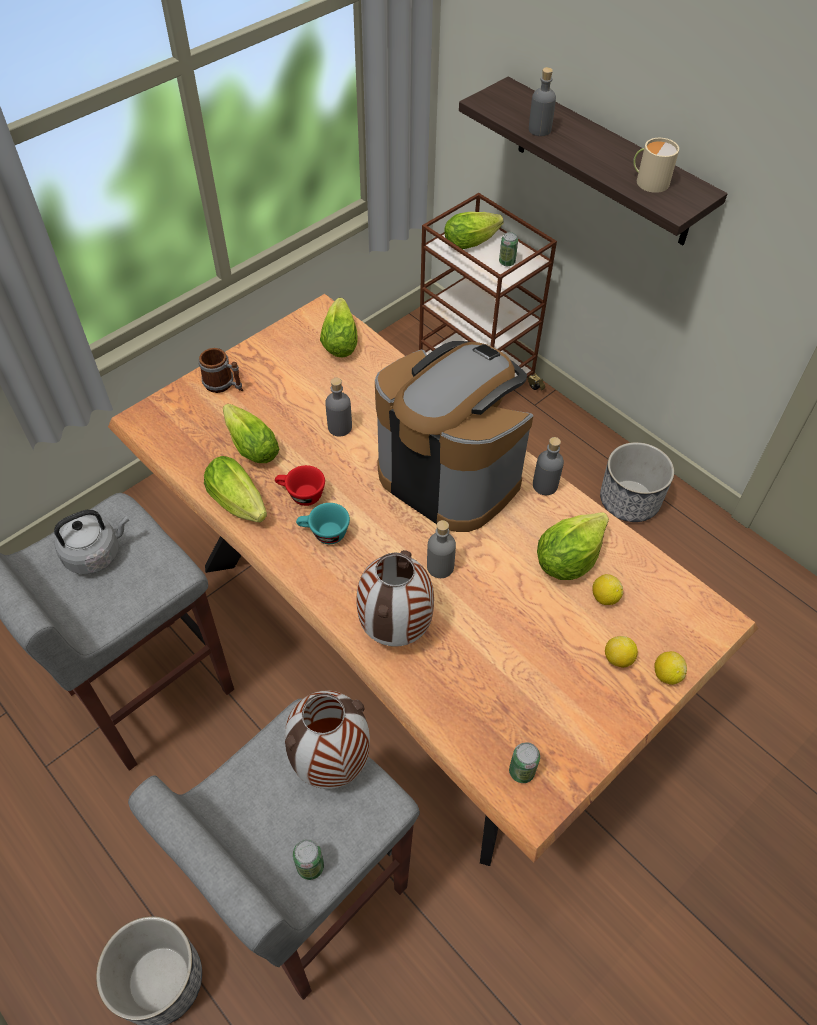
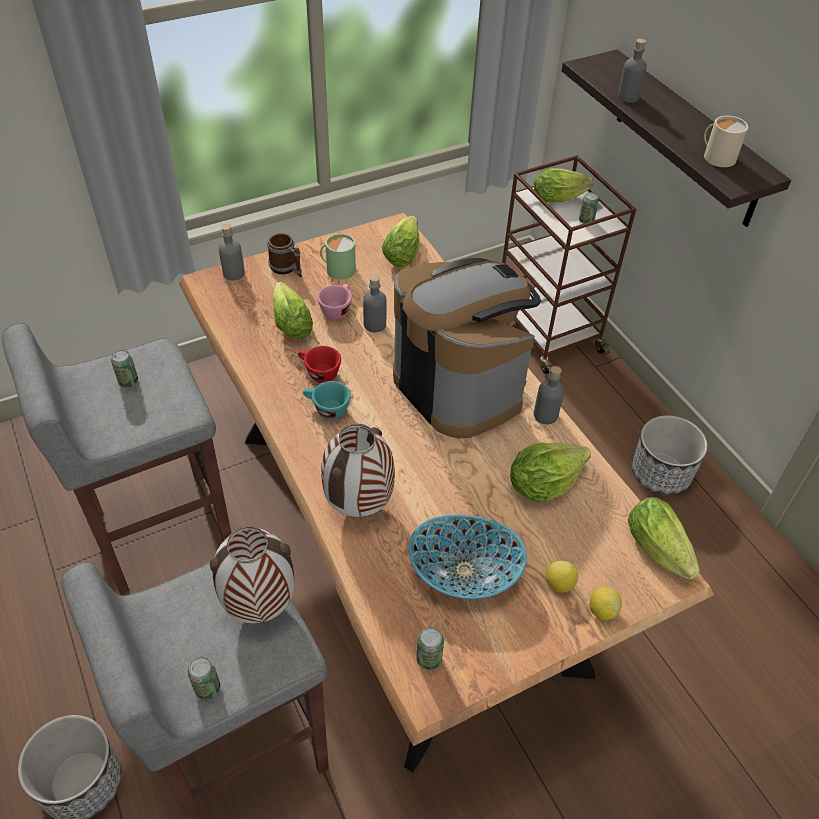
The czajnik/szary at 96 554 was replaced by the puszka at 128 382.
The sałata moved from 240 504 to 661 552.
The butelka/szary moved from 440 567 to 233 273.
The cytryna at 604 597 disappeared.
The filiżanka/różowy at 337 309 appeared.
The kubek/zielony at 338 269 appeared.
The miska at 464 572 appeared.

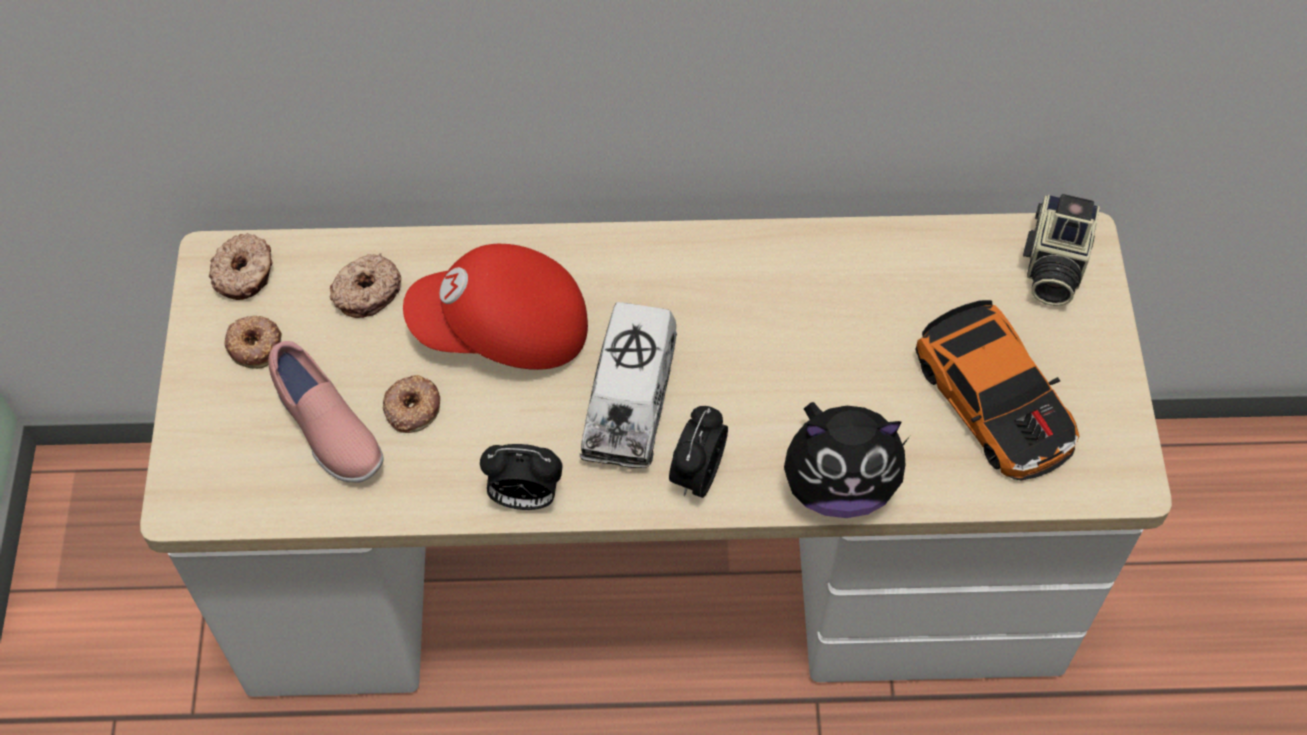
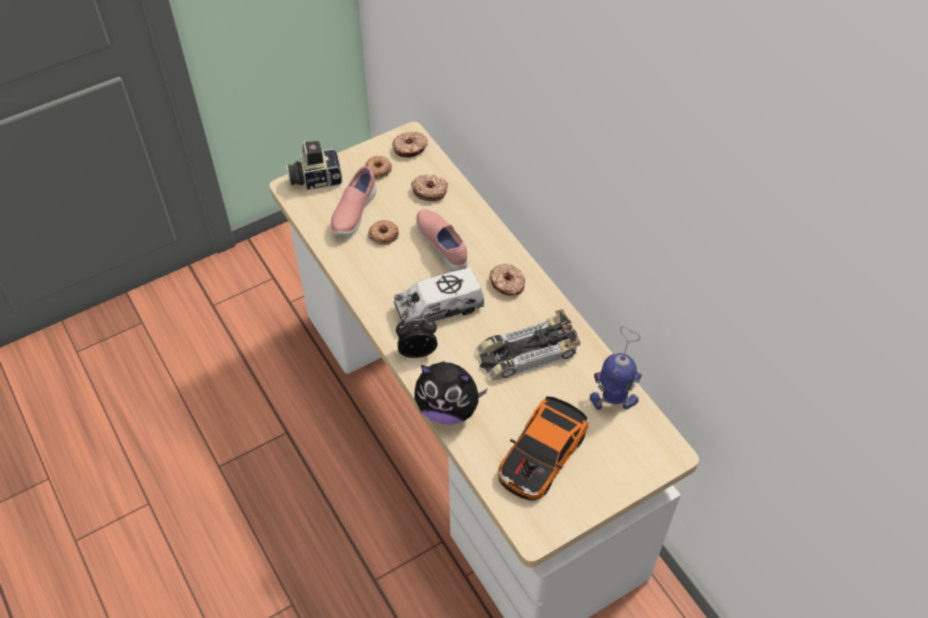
The czapka z daszkiem/czerwony at 503 331 was replaced by the but/różowy at 443 246.
The budzik at 524 497 disappeared.
The pluszak at 838 486 turned 45 degrees counterclockwise.
The aparat fotograficzny moved from 1052 266 to 315 178.
The samochodzik at 526 353 appeared.
The donut at 507 284 appeared.
The robot zabawkowy at 614 401 appeared.

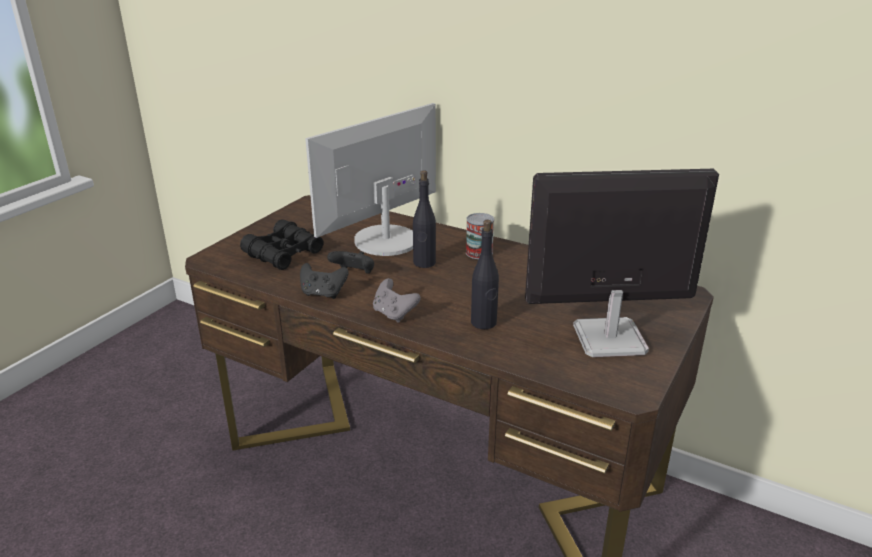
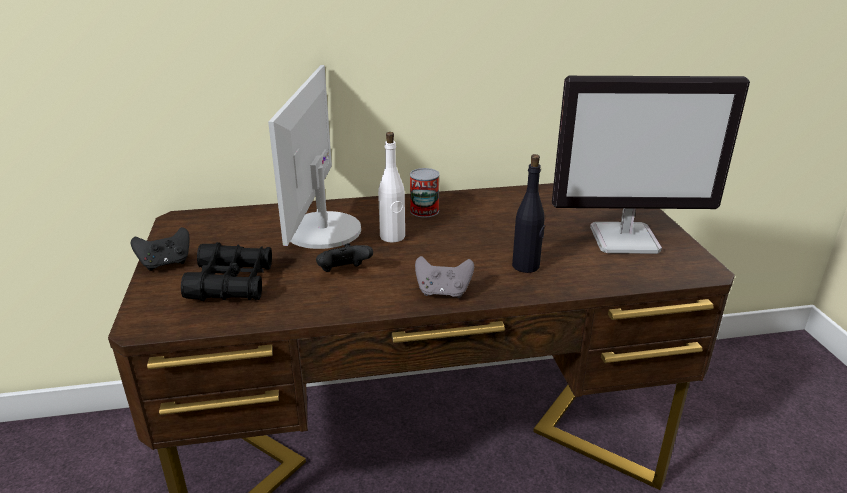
The pad do gier/czarny moved from 323 294 to 166 263.
The butelka/czarny at 424 263 became the butelka/biały at 392 237.
The monitor at 608 339 turned 135 degrees counterclockwise.

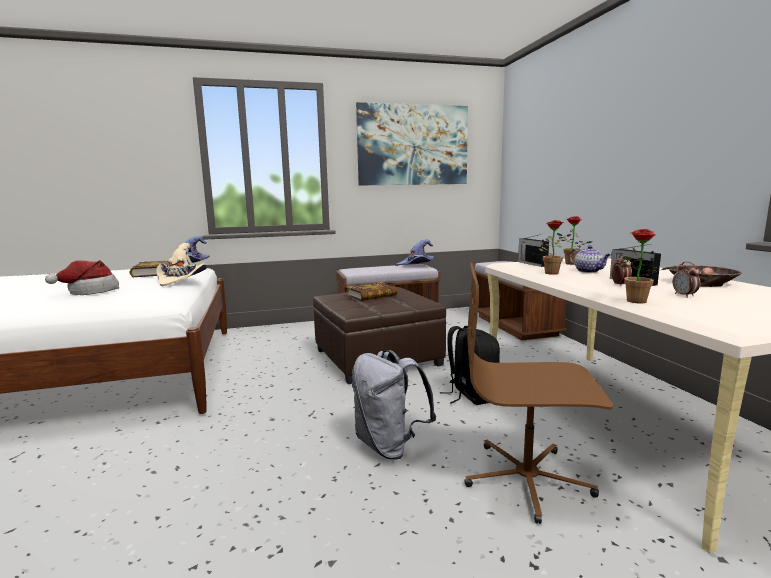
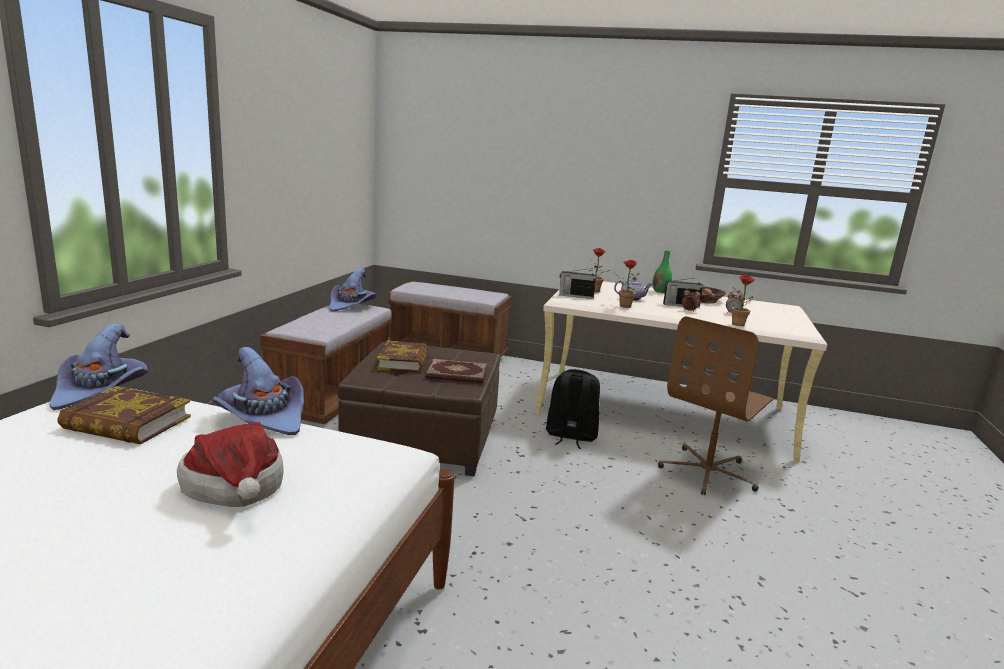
The kapelusz/beżowy at 181 280 became the kapelusz/fioletowy at 263 416.
The plecak/szary at 389 446 disappeared.
The obraz at 413 145 disappeared.
The książka at 456 375 appeared.
The wazon/zielony at 660 291 appeared.

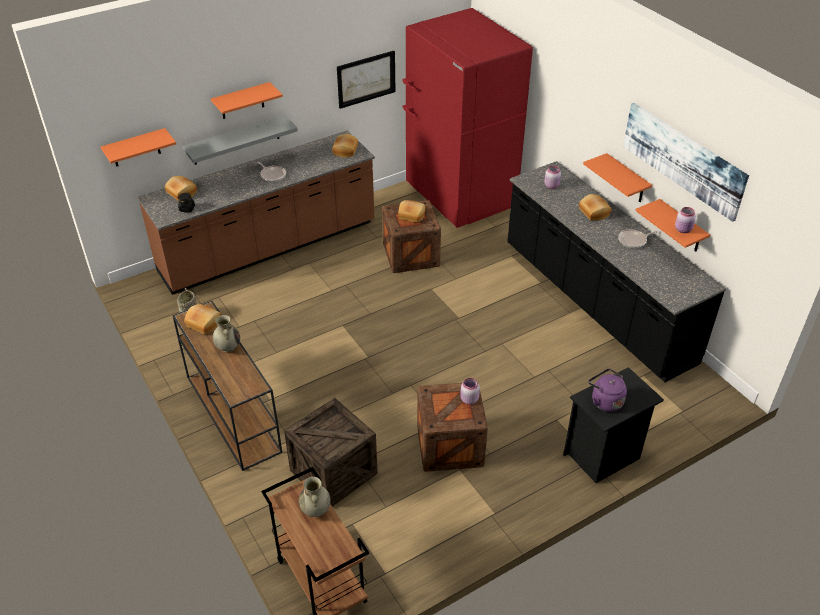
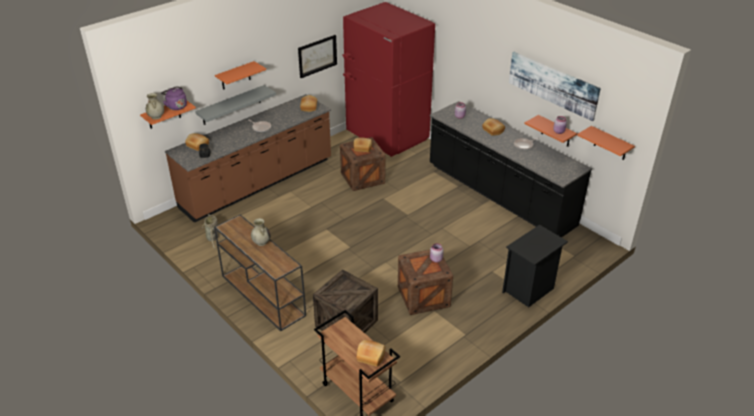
The chleb moved from 204 323 to 371 356.
The wazon/beżowy moved from 315 510 to 156 117.
The półka/pomarańczowy moved from 627 179 to 610 144.
The czajnik/fioletowy moved from 605 401 to 176 106.

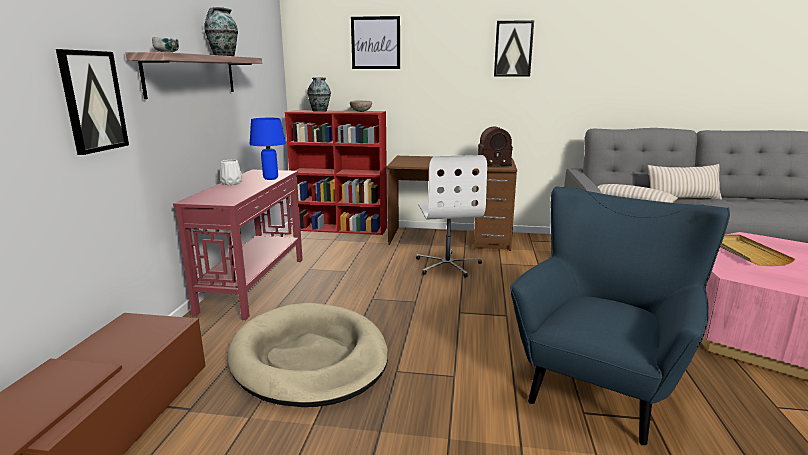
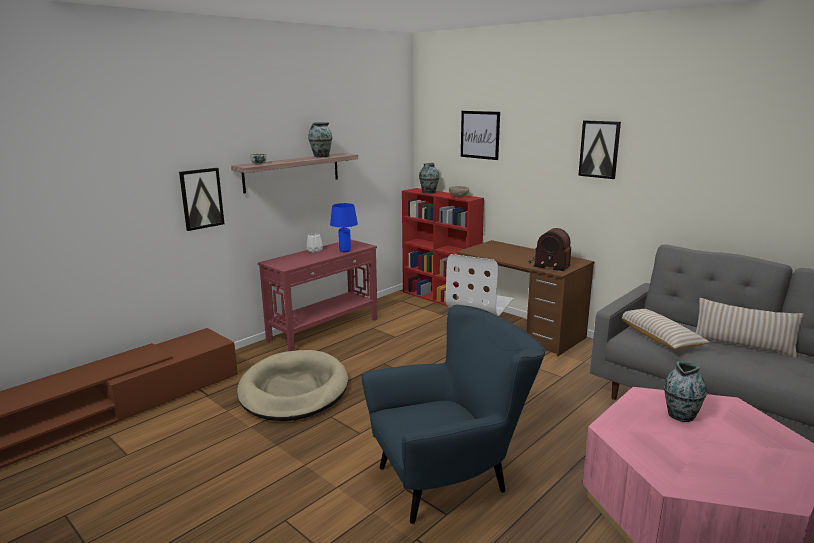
The taca/beżowy at 744 252 was replaced by the wazon at 681 415.

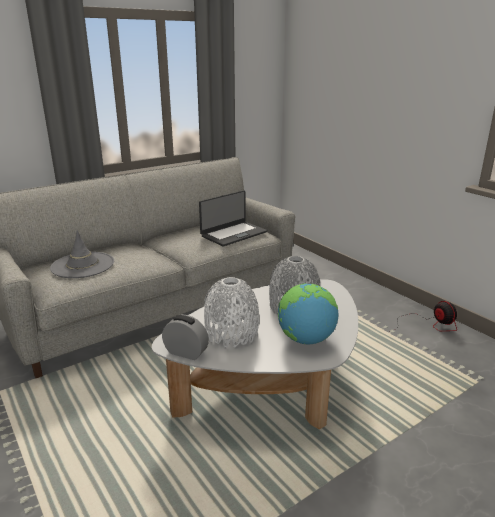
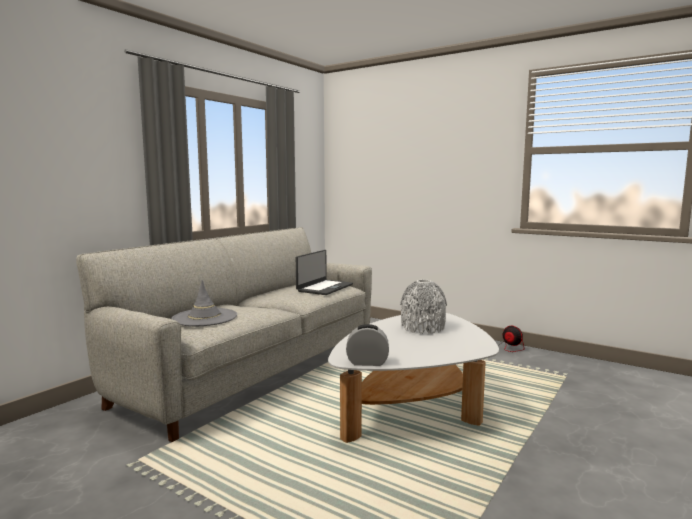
The wazon/biały at 231 333 disappeared.
The globus at 305 339 disappeared.

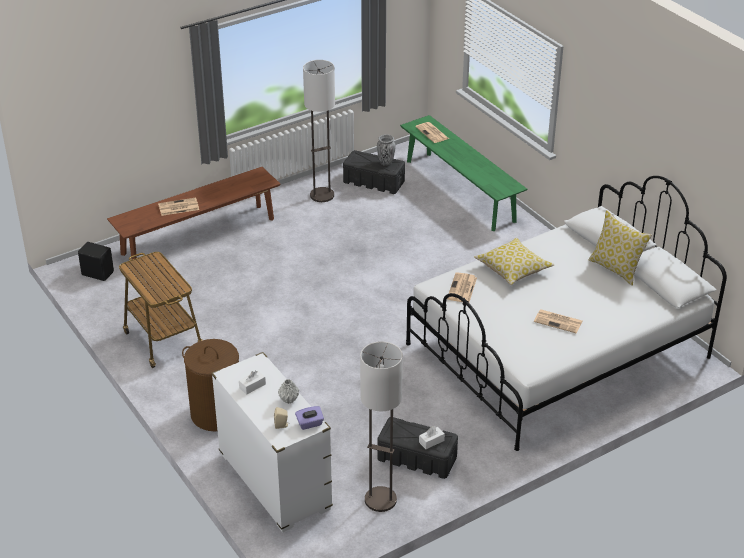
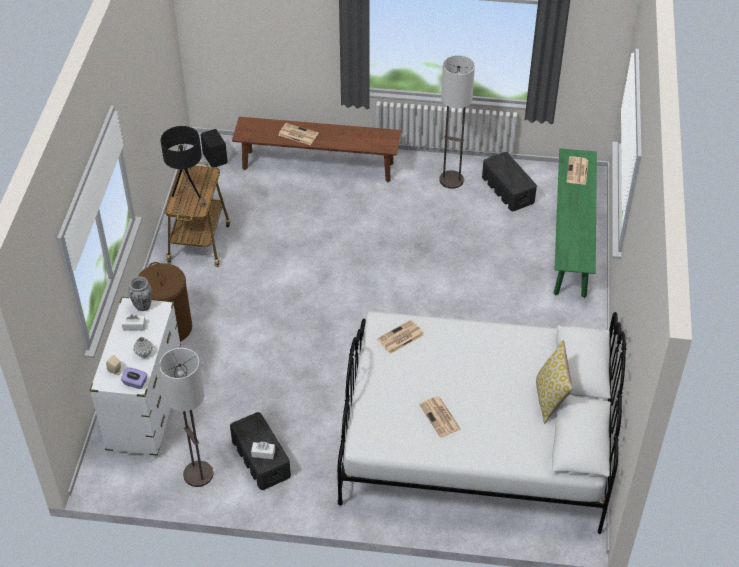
The wazon moved from 385 162 to 143 306.
The poduszka at 513 269 disappeared.
The lampa stołowa/czarny at 188 193 appeared.

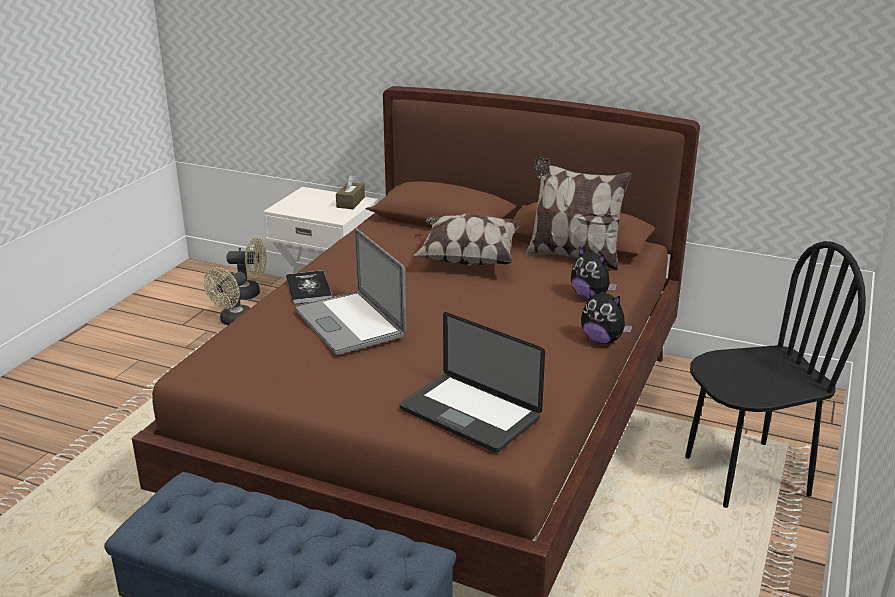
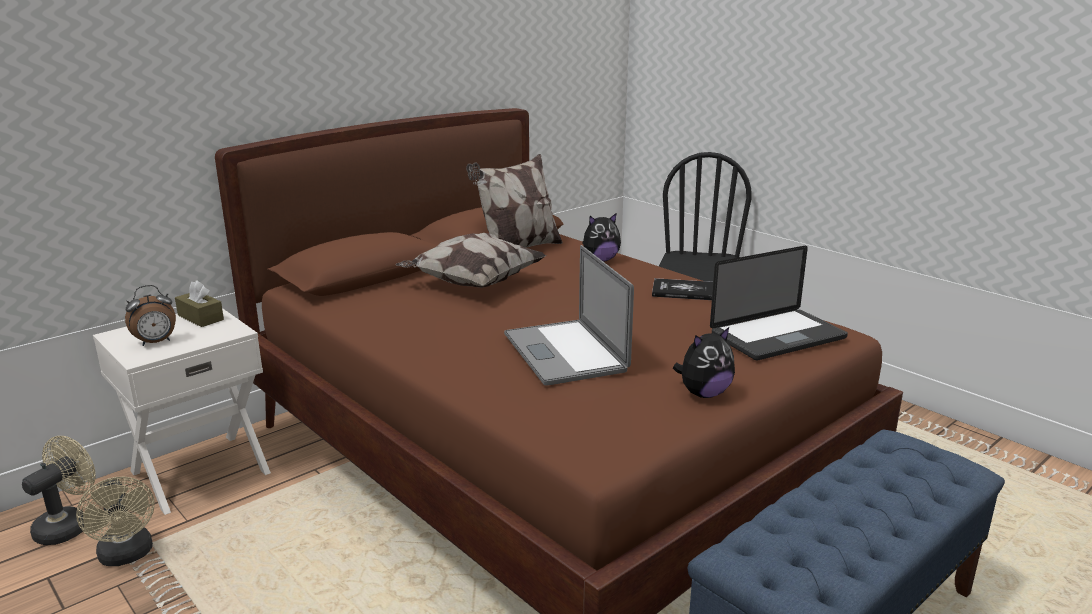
The książka moved from 308 288 to 684 291.
The laptop at 349 322 turned 75 degrees clockwise.
The pluszak moved from 602 340 to 703 393.
The budzik at 156 342 appeared.

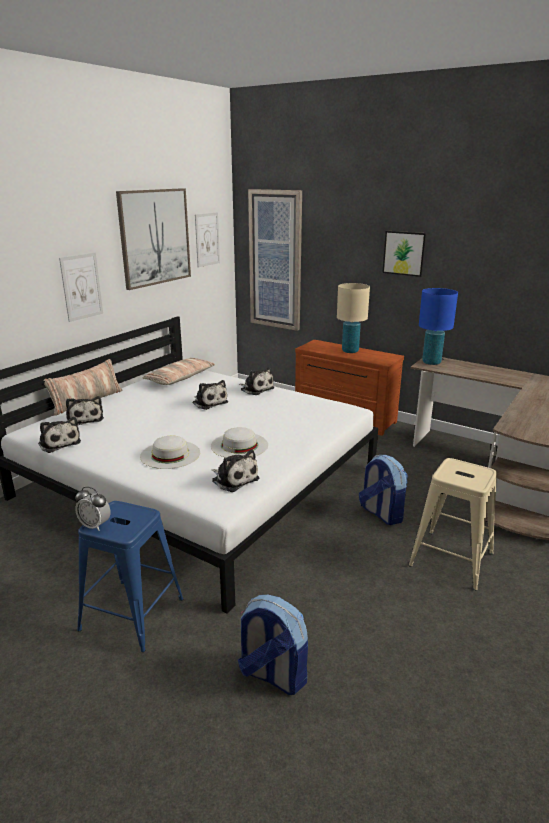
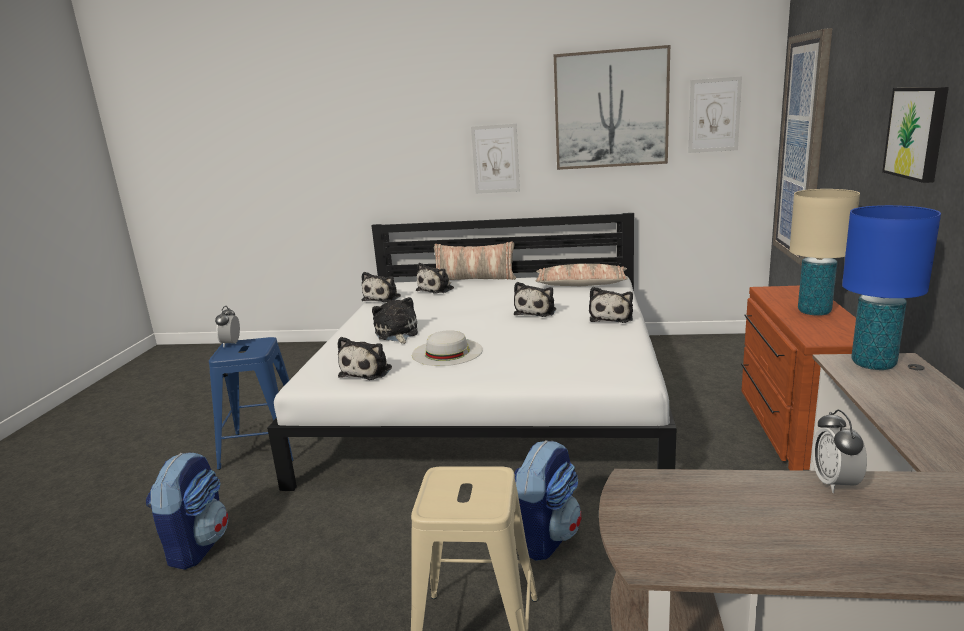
The kapelusz/biały at 170 454 was replaced by the pluszak at 397 334.
The budzik at 835 483 appeared.

